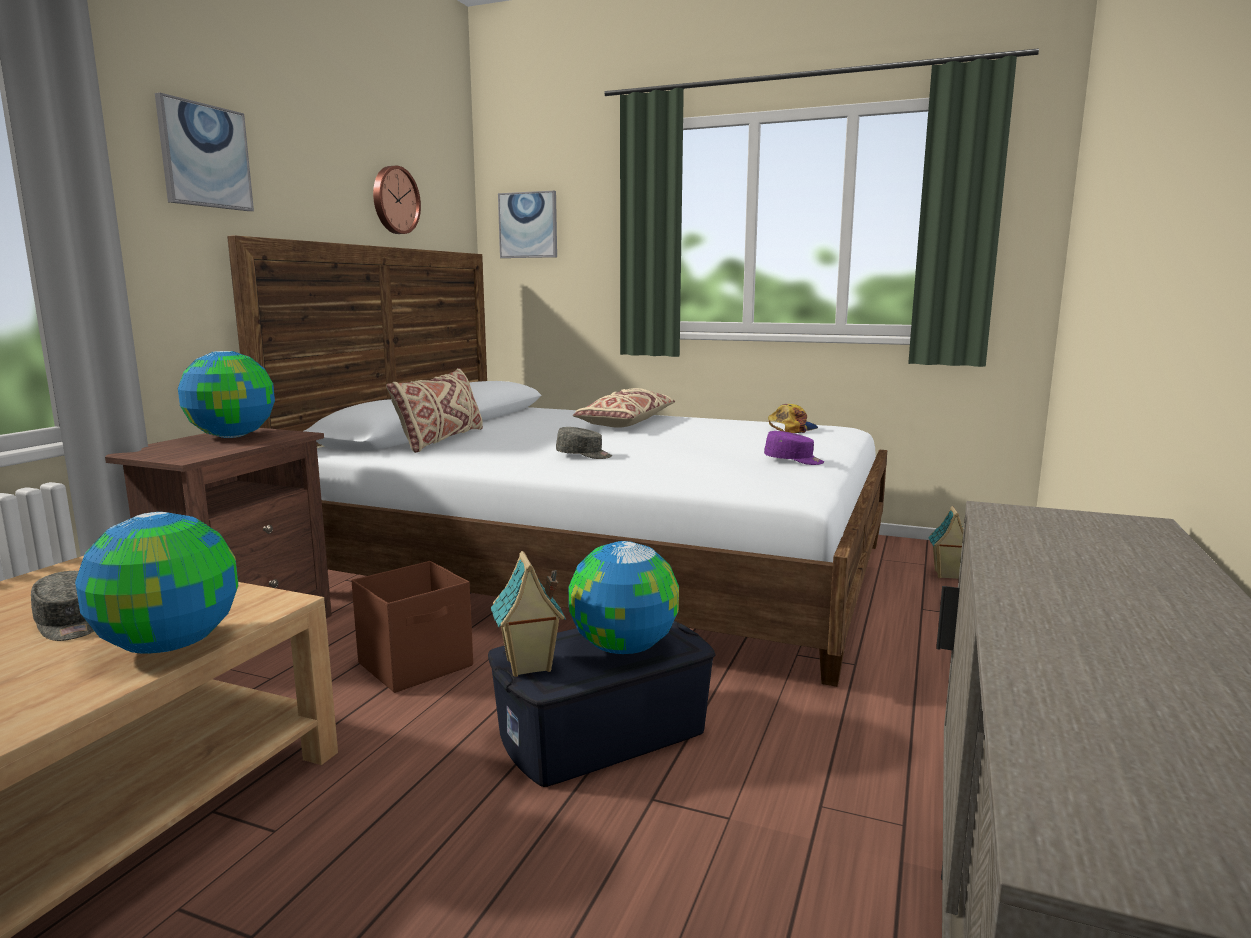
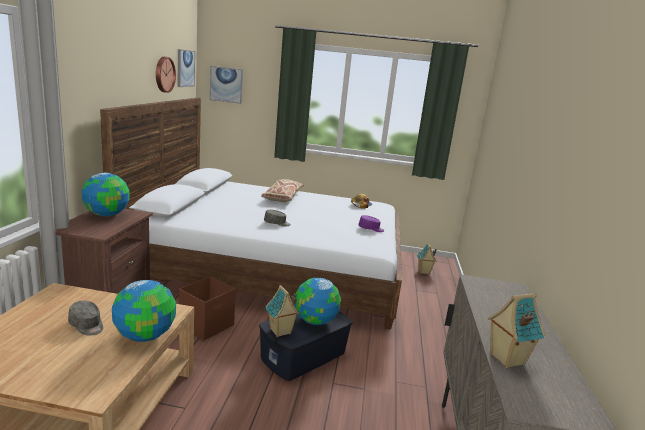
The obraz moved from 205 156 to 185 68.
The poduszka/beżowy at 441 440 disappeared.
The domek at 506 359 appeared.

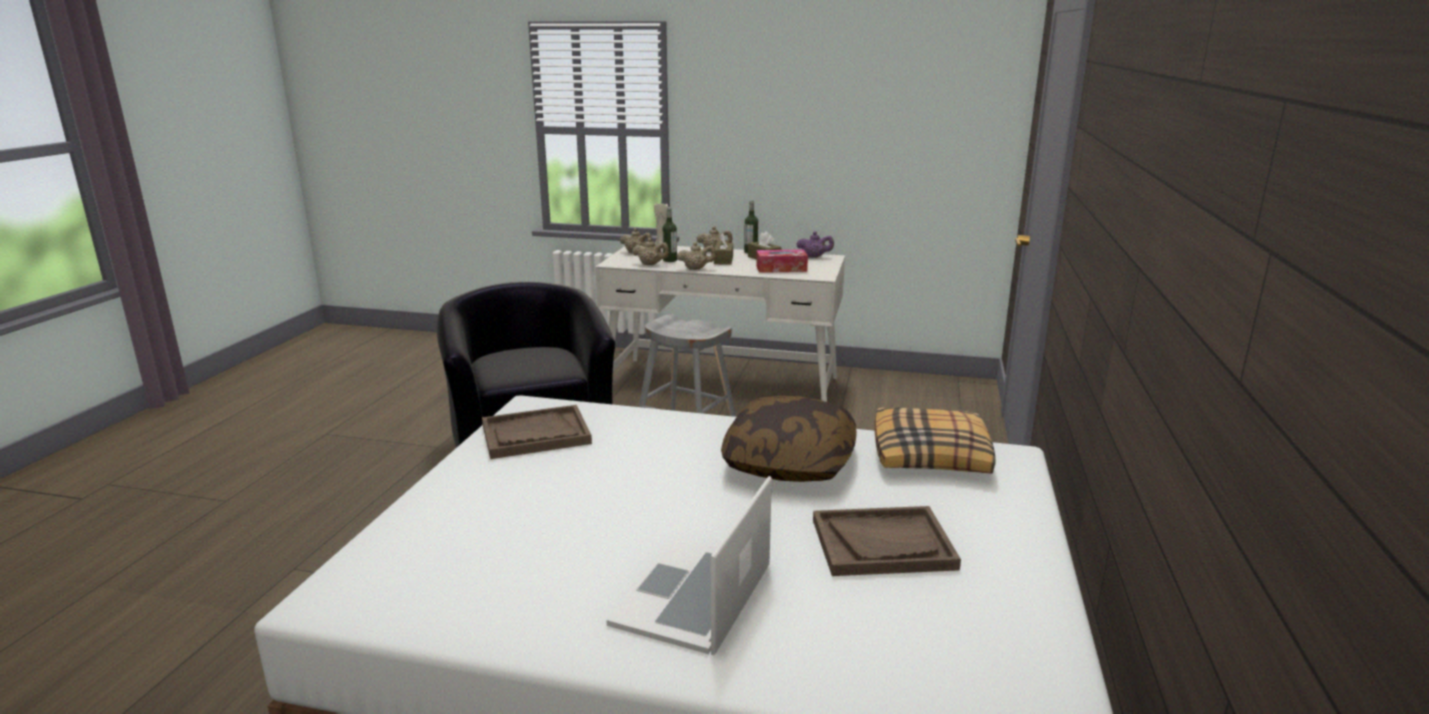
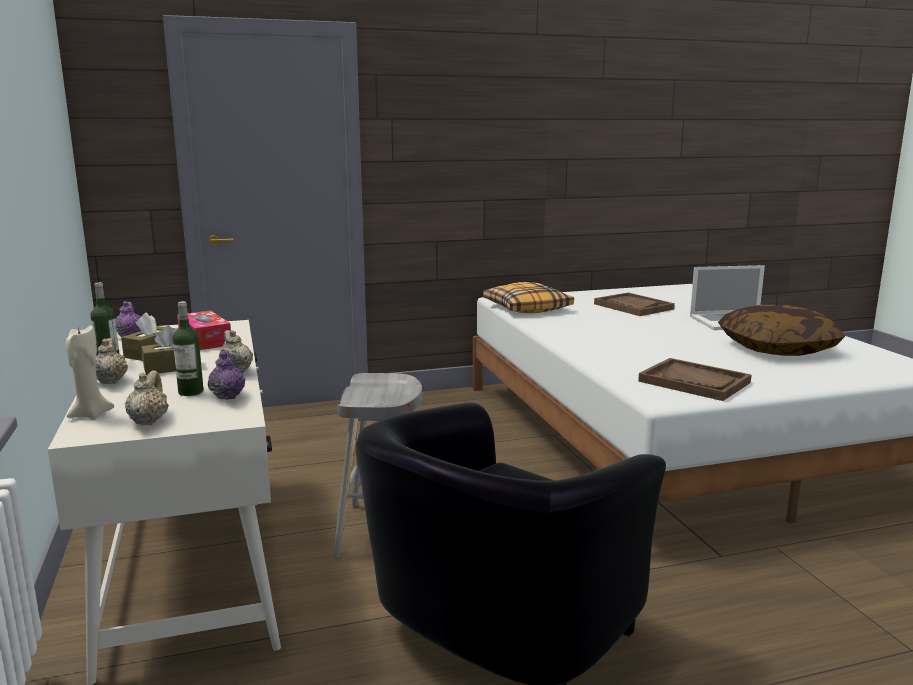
The imbryk/beżowy at 651 264 became the imbryk/fioletowy at 227 396.
The poduszka moved from 789 462 to 777 348.

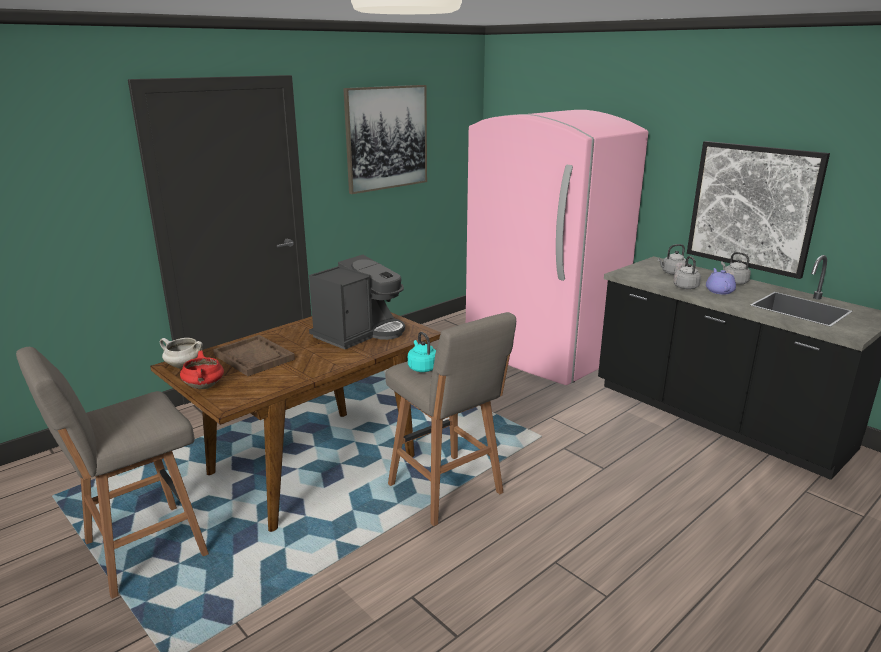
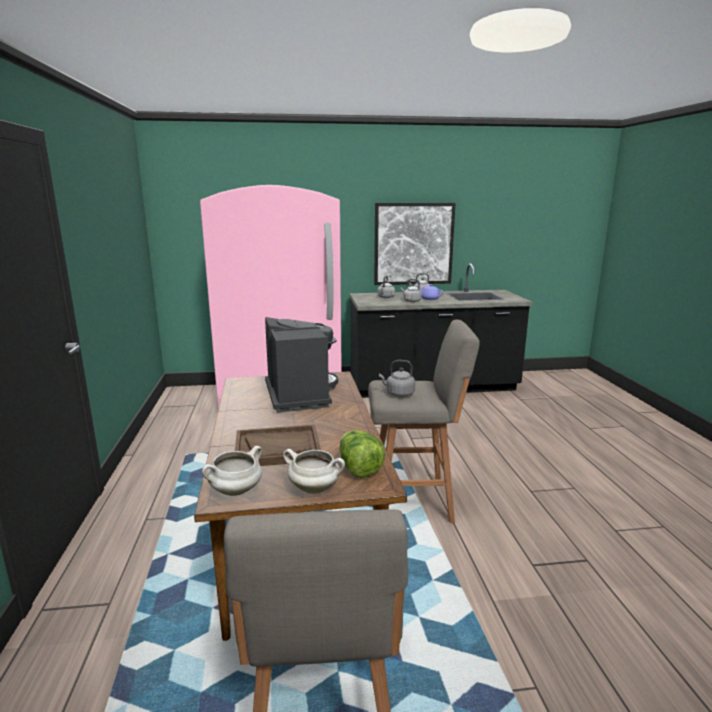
The garnek/czerwony at 204 387 became the garnek/biały at 315 488.
The obraz at 386 138 disappeared.
The czajnik/turkusowy at 422 367 became the czajnik/szary at 398 393.
The sałata at 358 468 appeared.

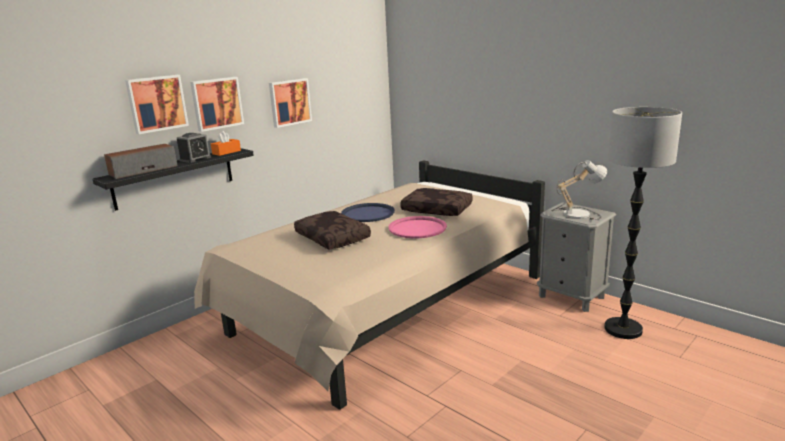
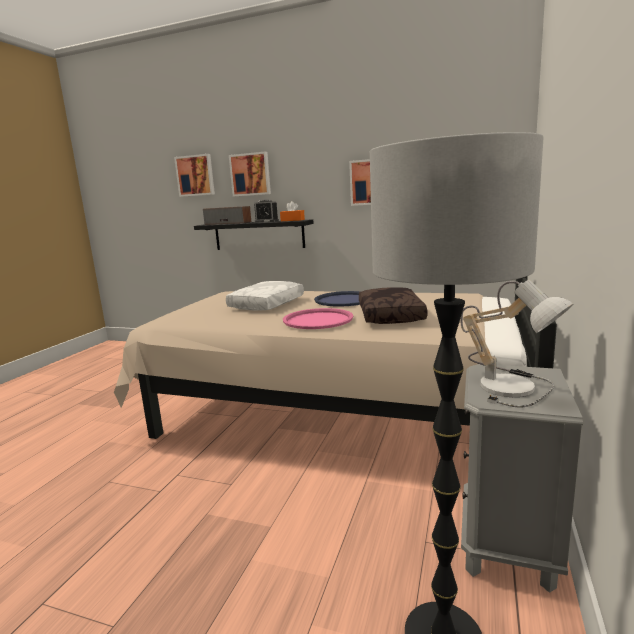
The obraz moved from 216 103 to 195 175.
The poduszka/brązowy at 333 238 became the poduszka/biały at 267 304.

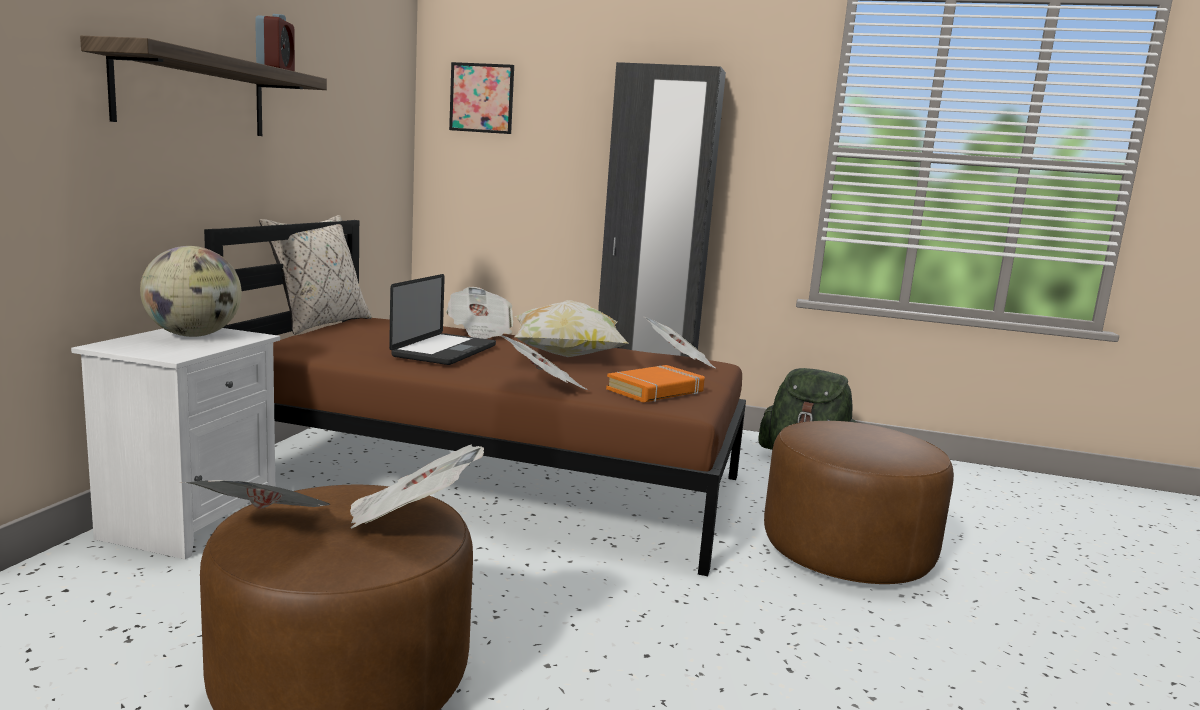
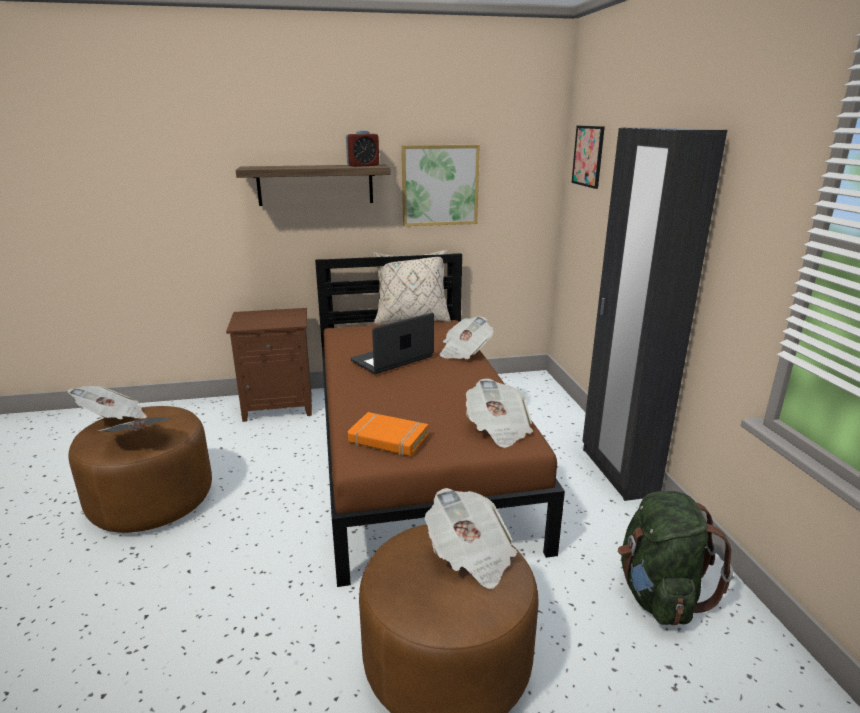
The szafka nocna/biały at 189 520 became the szafka nocna/brązowy at 279 405.
The globus at 193 335 disappeared.
The laptop at 445 351 turned 150 degrees clockwise.
The gazeta moved from 543 387 to 470 556.
The poduszka at 567 356 disappeared.
The obraz at 440 185 appeared.

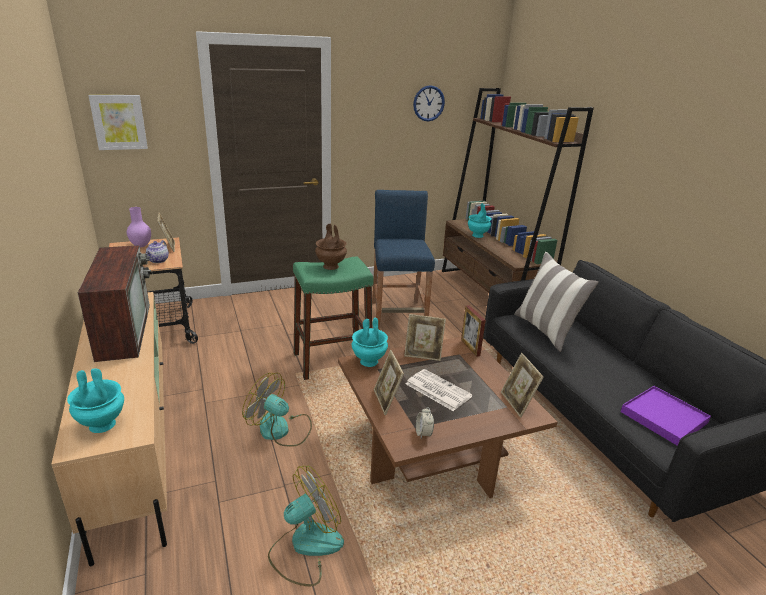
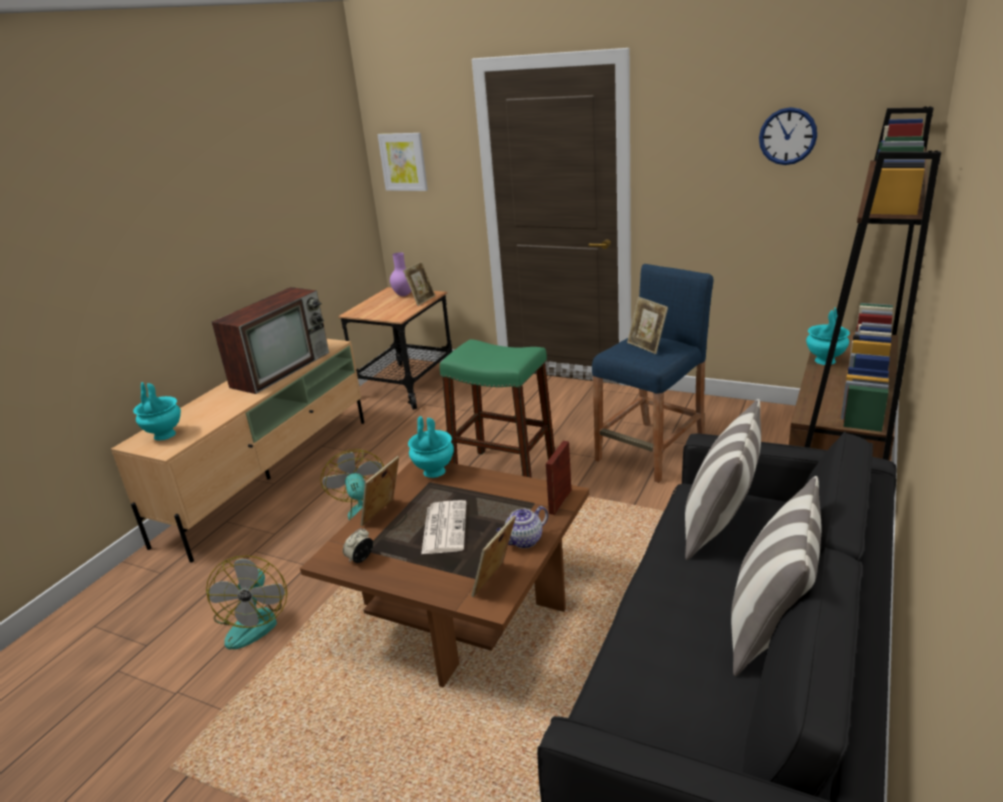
The imbryk moved from 158 260 to 524 541.
The wentylator at 305 547 turned 75 degrees clockwise.
The wazon/brązowy at 331 266 disappeared.
The ramka na zdjęcie moved from 423 355 to 647 346.
The taca/fioletowy at 664 417 disappeared.
The poduszka at 770 627 appeared.

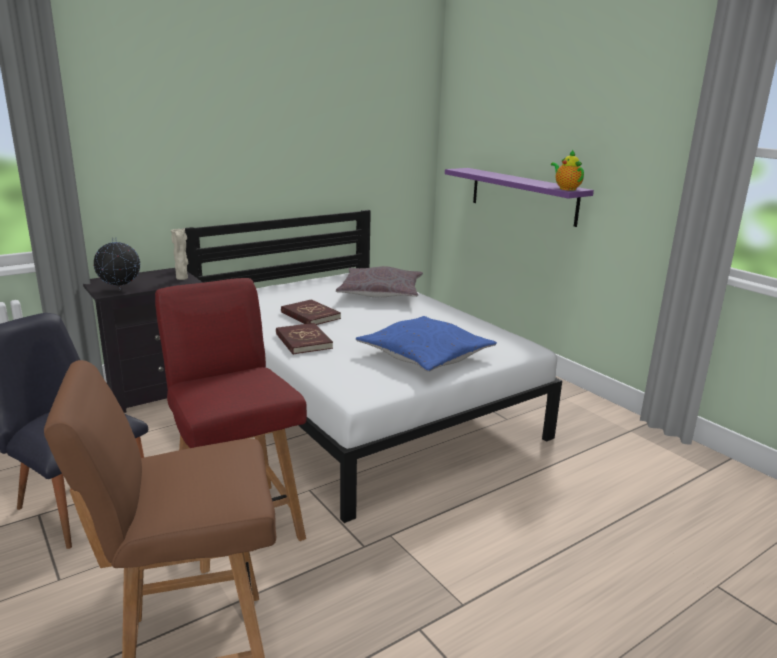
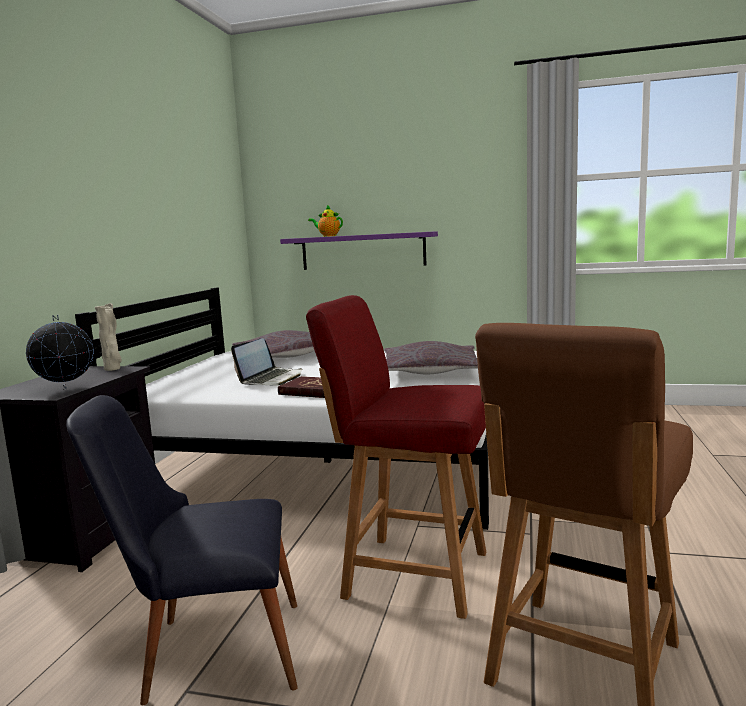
The książka/czerwony at 310 315 was replaced by the laptop at 271 379.
The poduszka/niebieski at 425 355 became the poduszka/szary at 429 372.
The imbryk moved from 566 188 to 328 236.

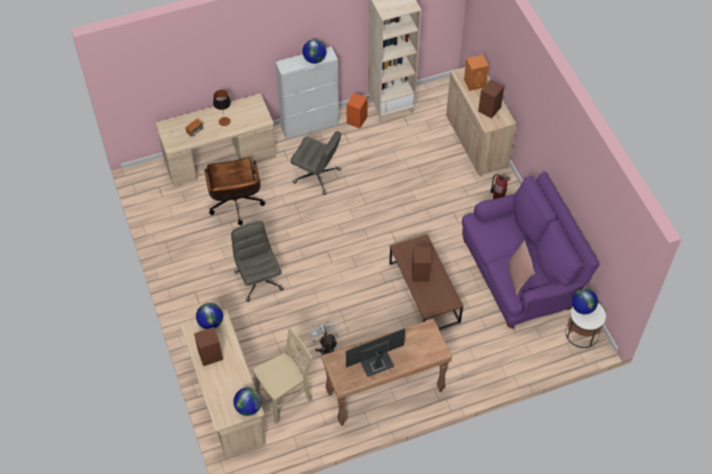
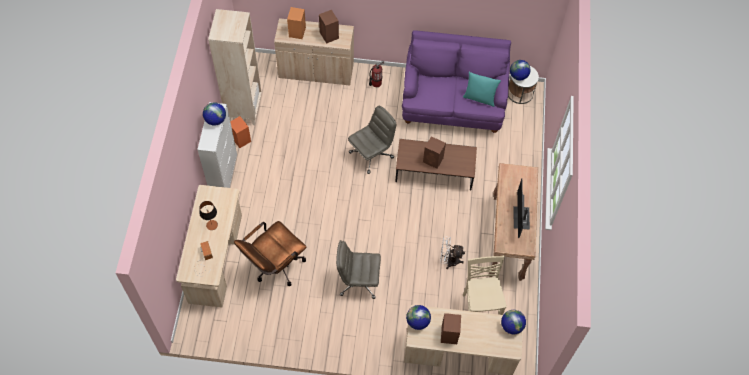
The krzesło biurowe/brązowy at 236 207 turned 120 degrees clockwise.
The krzesło biurowe/szary moved from 317 176 to 371 154.
The poduszka/różowy at 518 277 became the poduszka/turkusowy at 479 98.

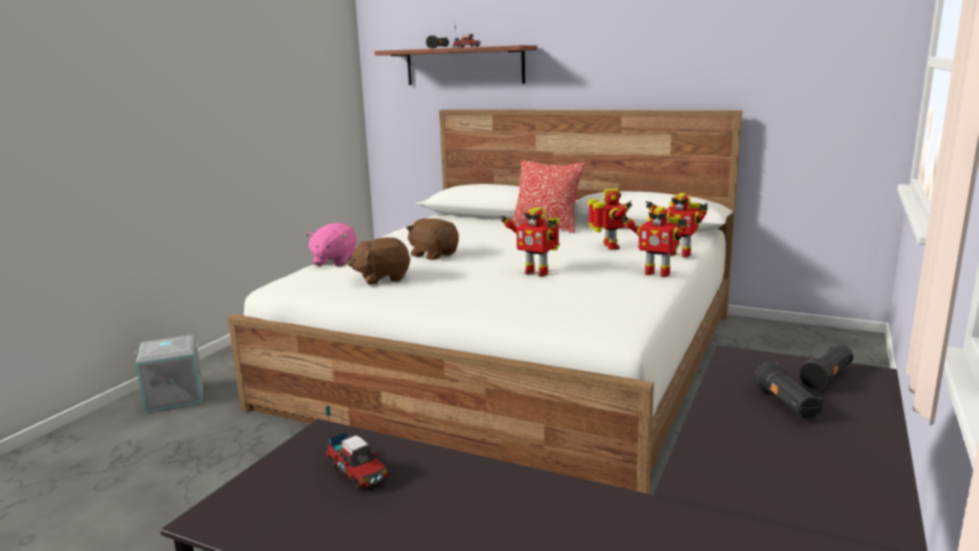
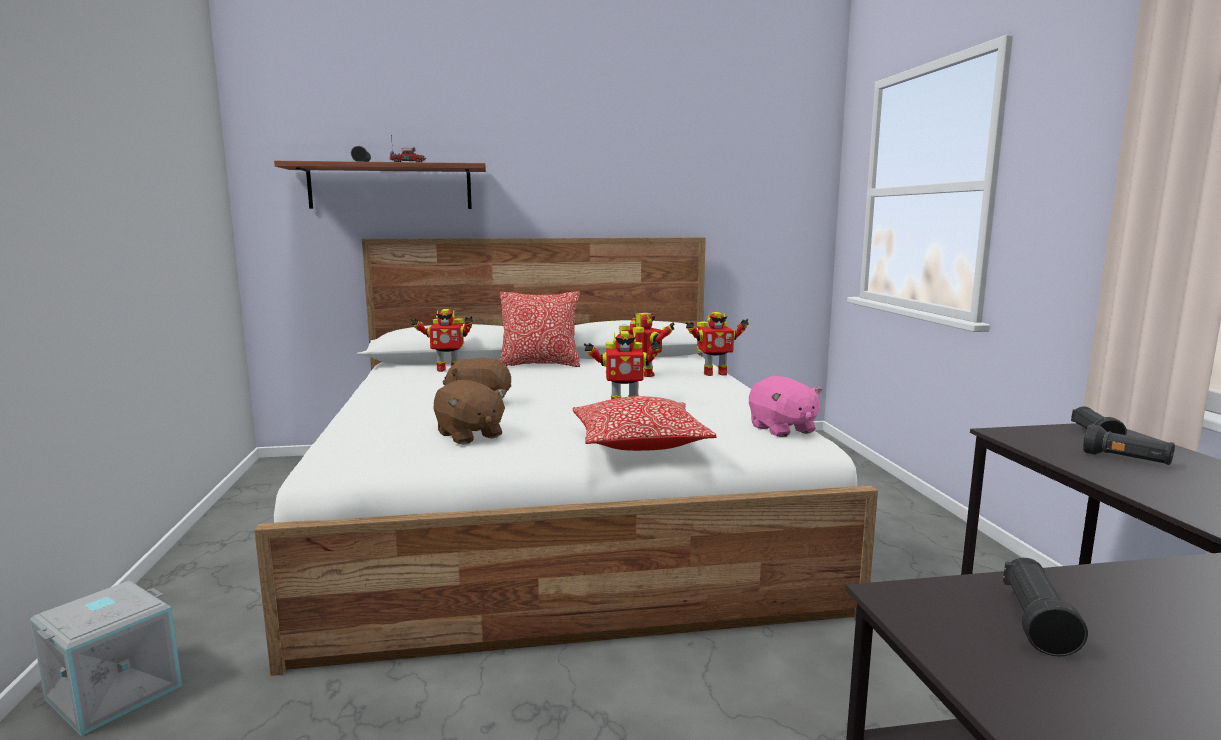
The pluszak/różowy moved from 334 261 to 782 429.
The ciężarówka zabawkowa at 357 472 was replaced by the latarka/czarny at 1036 622.
The pluszak/brązowy at 382 278 turned 75 degrees counterclockwise.
The robot zabawkowy moved from 656 273 to 447 369.
The poduszka at 639 443 appeared.

